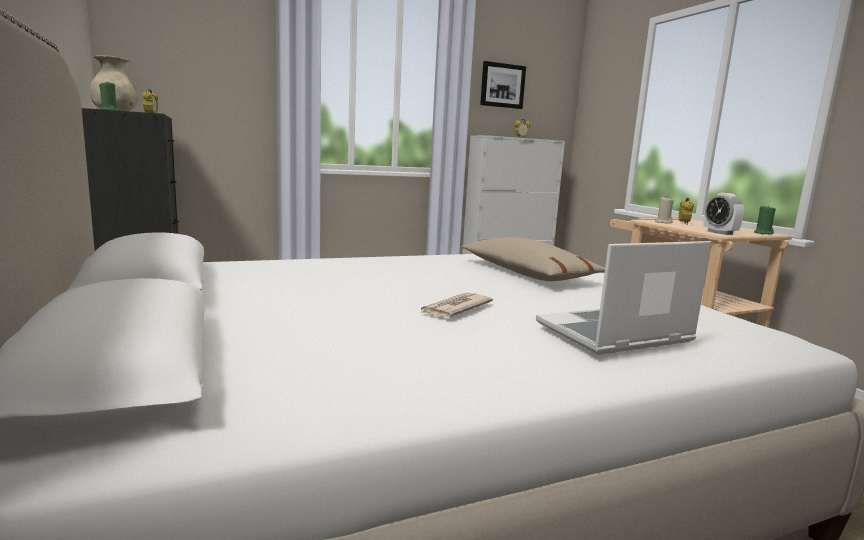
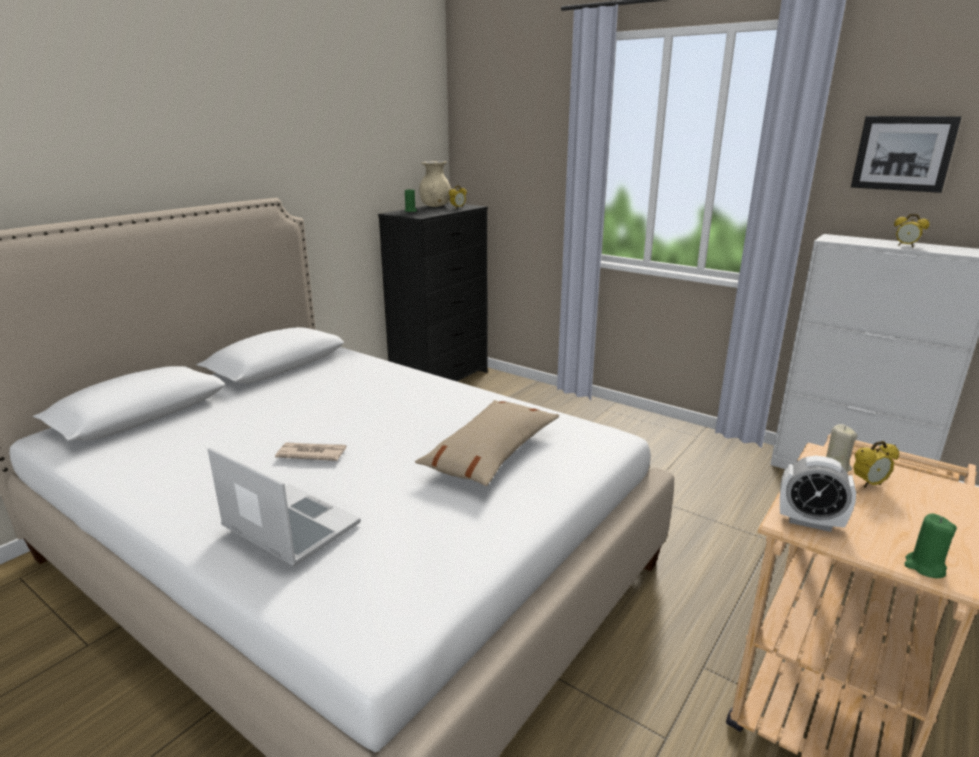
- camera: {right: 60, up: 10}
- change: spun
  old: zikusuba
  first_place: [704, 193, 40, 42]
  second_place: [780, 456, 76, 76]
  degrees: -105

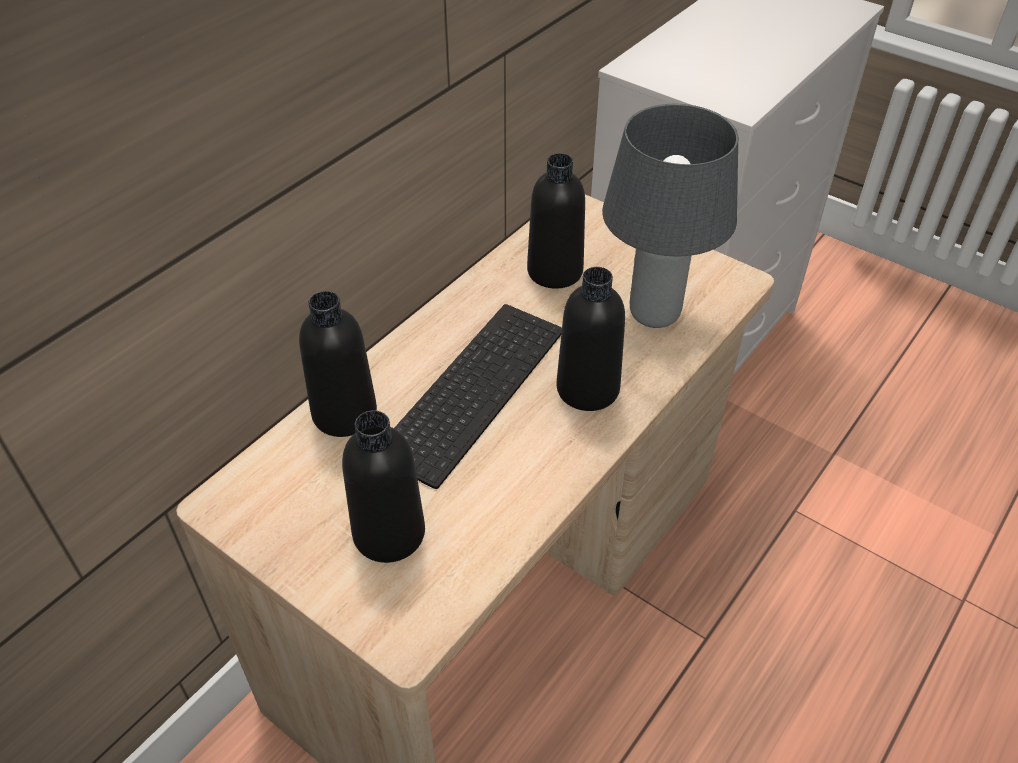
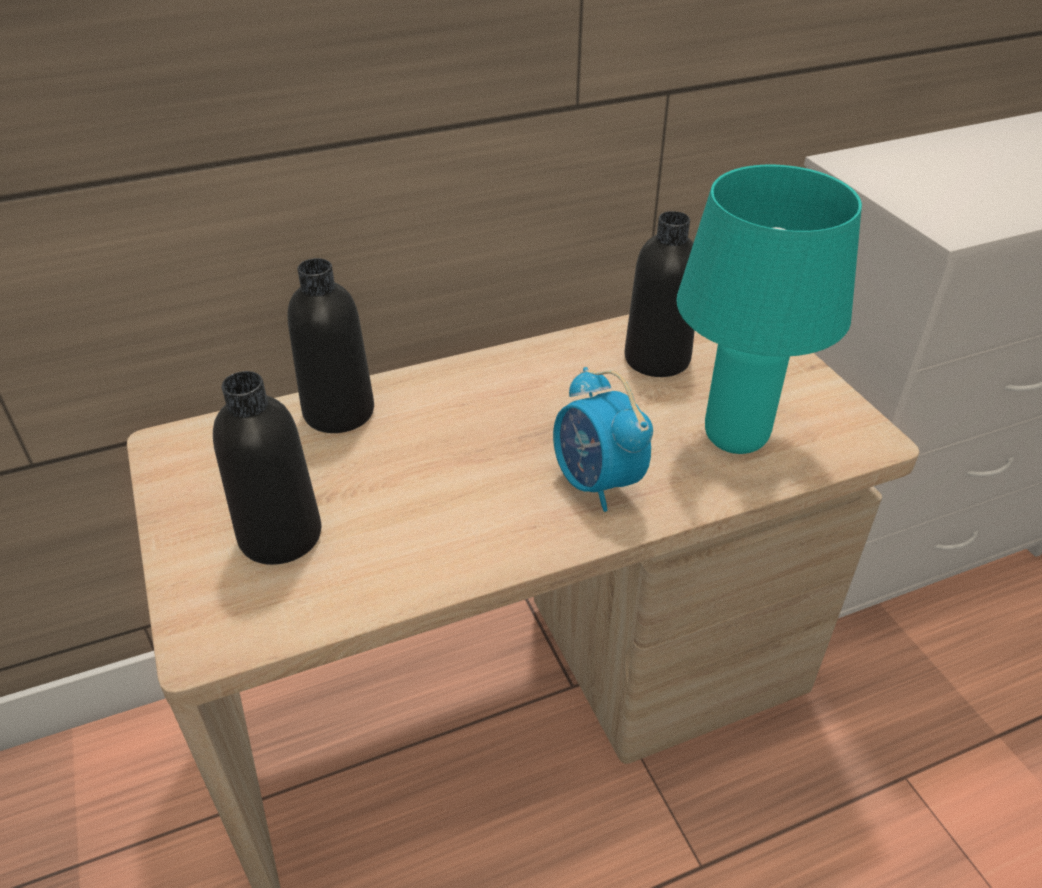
- camera: {right: 30, up: -5}
- change: colour
  old: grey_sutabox
  new: turquoise_sutabox
  first_place: [602, 104, 136, 224]
  second_place: [676, 165, 186, 289]
- change: exchanged
  old: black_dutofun
  new: zikusuba
  first_place: [556, 267, 69, 144]
  second_place: [553, 367, 100, 145]
- change: missing
  old: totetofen
  first_place: [394, 304, 168, 185]

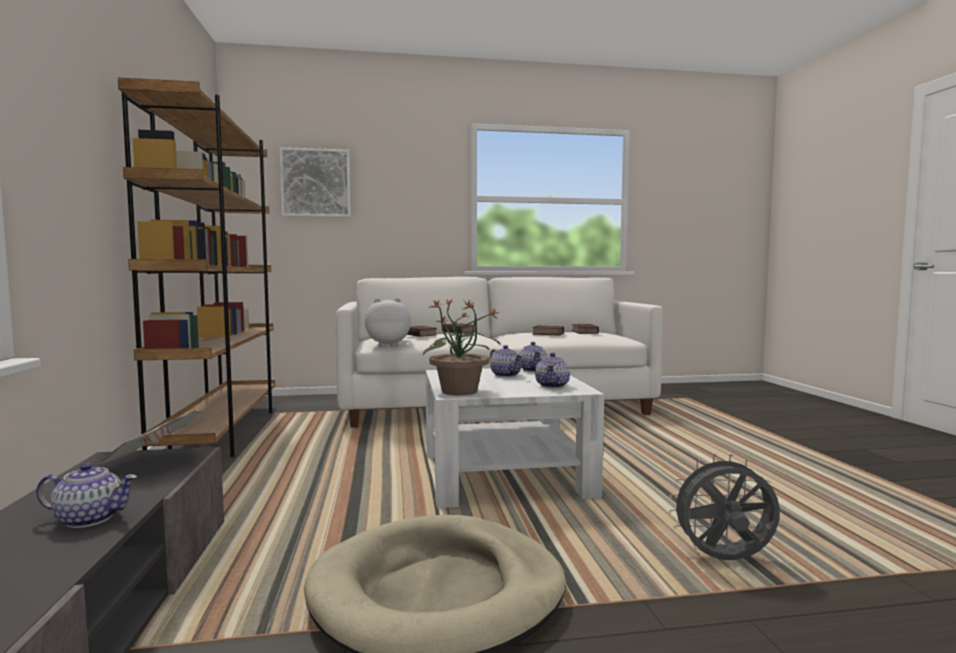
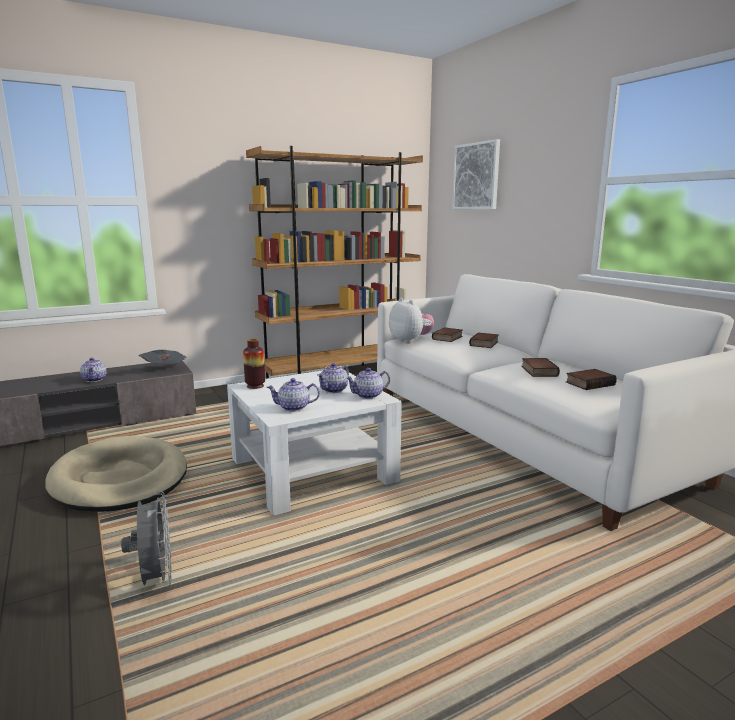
- camera: {right: 70, up: 10}
- change: exchanged
  old: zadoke
  new: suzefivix
  first_place: [423, 298, 77, 97]
  second_place: [243, 339, 22, 50]

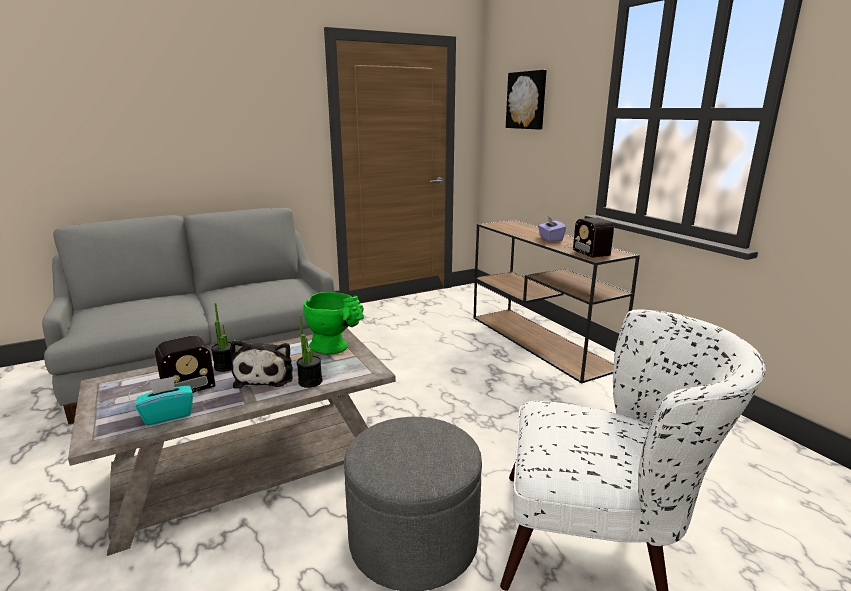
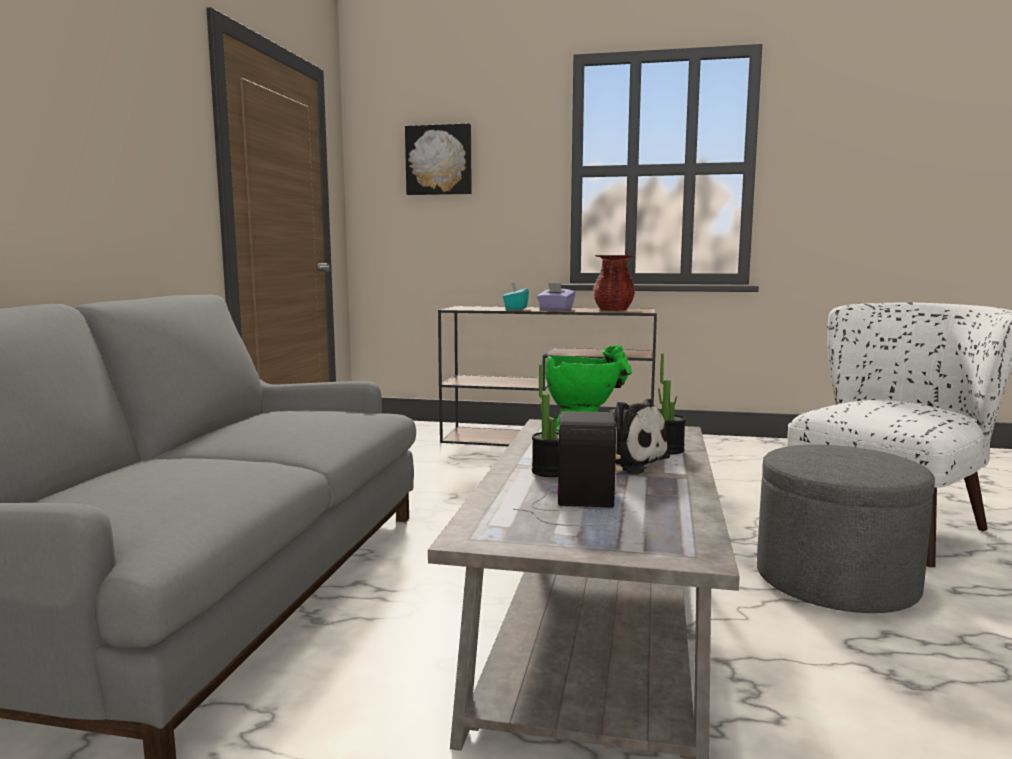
- camera: {right: -50, up: -10}
- change: exchanged
  old: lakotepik
  new: red_suzefivix
  first_place: [565, 218, 49, 40]
  second_place: [593, 255, 43, 56]
- change: relocated
  old: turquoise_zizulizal
  first_place: [136, 376, 57, 50]
  second_place: [503, 282, 26, 28]

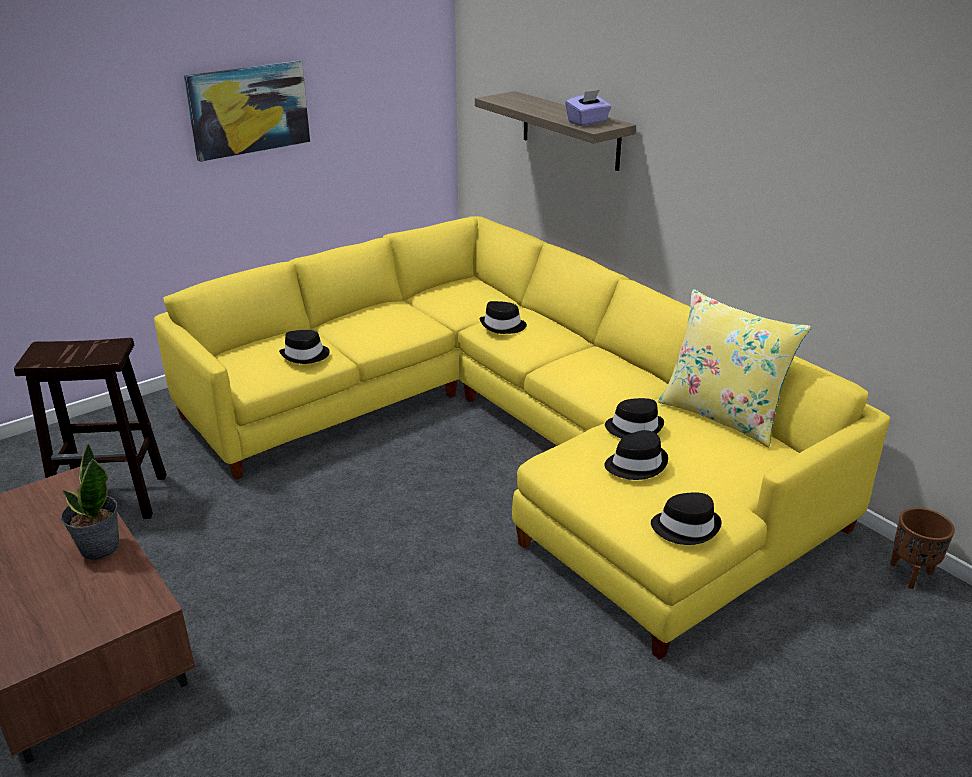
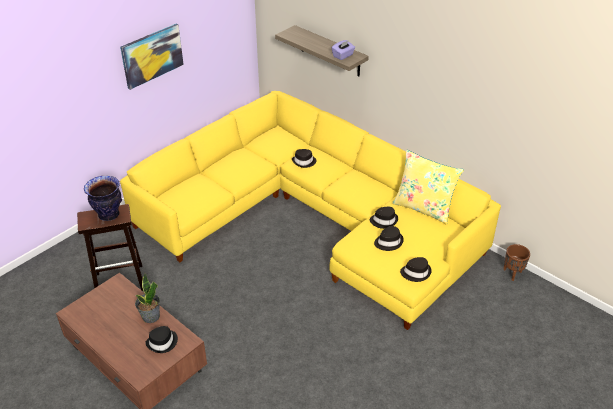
- camera: {right: -10, up: 10}
- change: relocated
  old: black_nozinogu
  first_place: [279, 330, 51, 34]
  second_place: [145, 326, 33, 27]
- change: appeared
  new: suzefivix
  second_place: [84, 176, 38, 45]

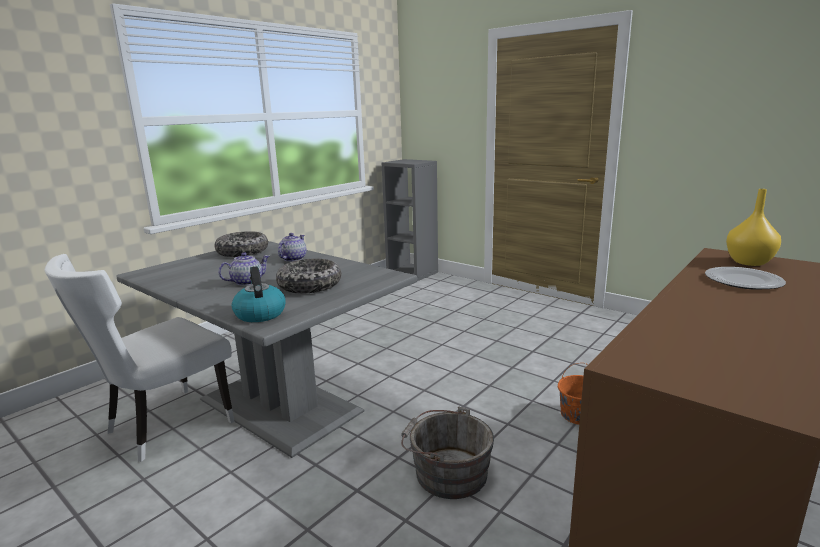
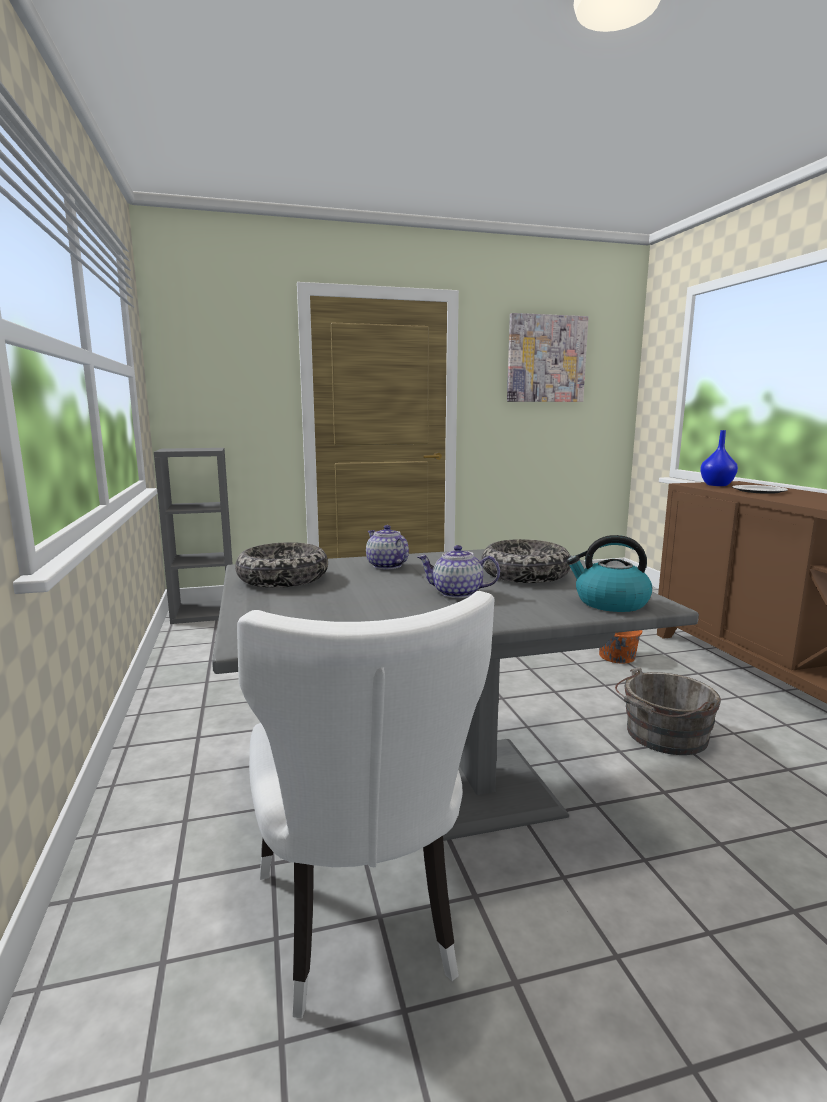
- camera: {right: -55, up: -5}
- change: colour
  old: yellow_suzefivix
  new: blue_suzefivix
  first_place: [726, 189, 55, 77]
  second_place: [700, 430, 38, 56]
- change: spun
  old: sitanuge
  first_place: [218, 252, 52, 34]
  second_place: [417, 545, 83, 53]
  degrees: -75
- change: appeared
  new: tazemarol
  second_place: [507, 313, 81, 89]

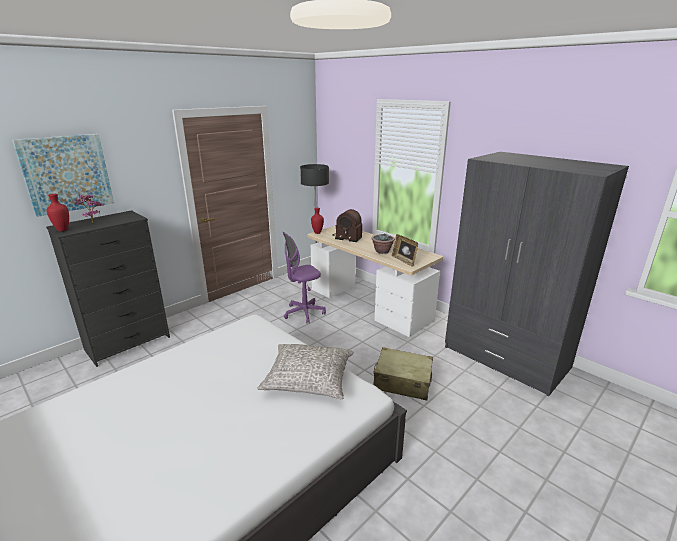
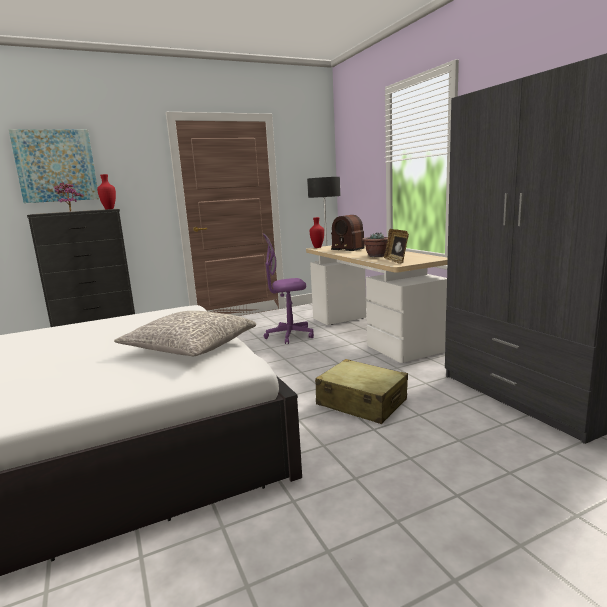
- camera: {right: 20, up: -10}
- change: relocated
  old: red_suzefivix
  first_place: [46, 194, 23, 37]
  second_place: [97, 174, 19, 35]

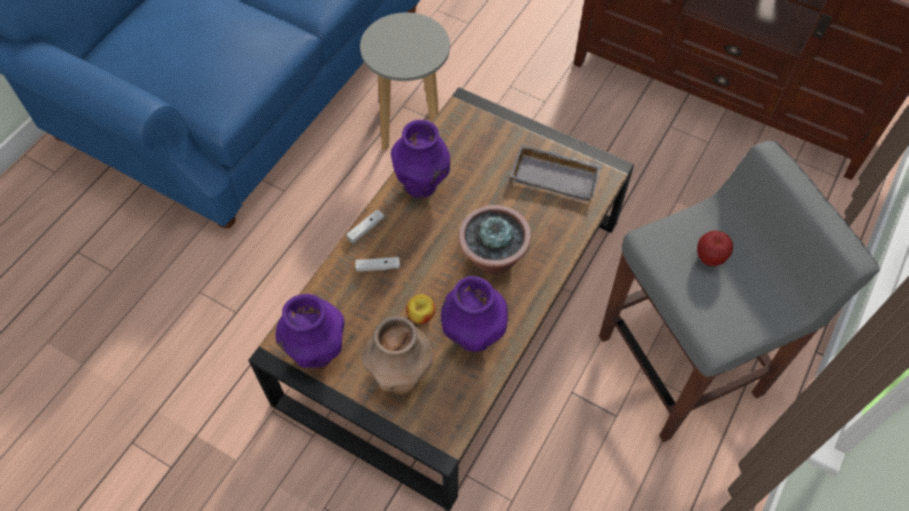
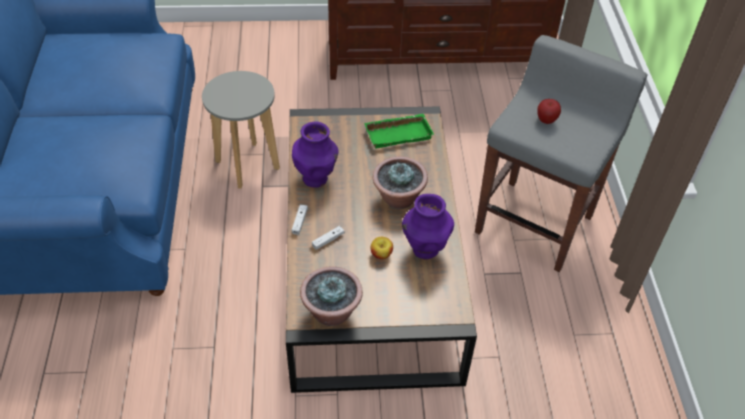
- camera: {right: -35, up: -10}
- change: colour
  old: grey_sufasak
  new: green_sufasak
  first_place: [510, 144, 92, 57]
  second_place: [364, 114, 70, 35]
- change: exchanged
  old: purple_suzefivix
  new: zadoke
  first_place: [275, 294, 70, 74]
  second_place: [300, 266, 63, 60]
- change: missing
  old: brown_suzefivix
  first_place: [362, 316, 70, 79]

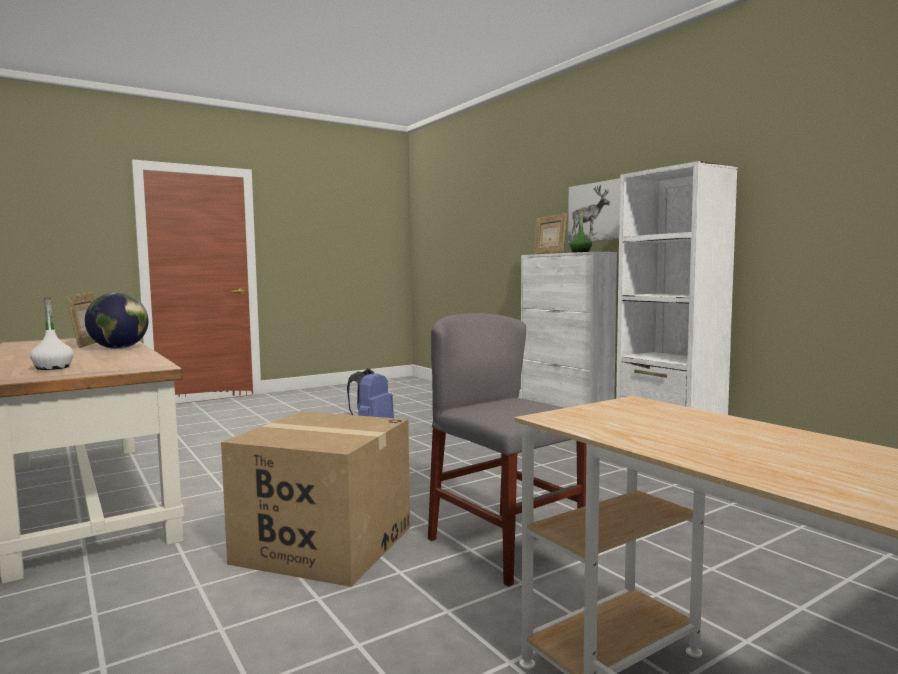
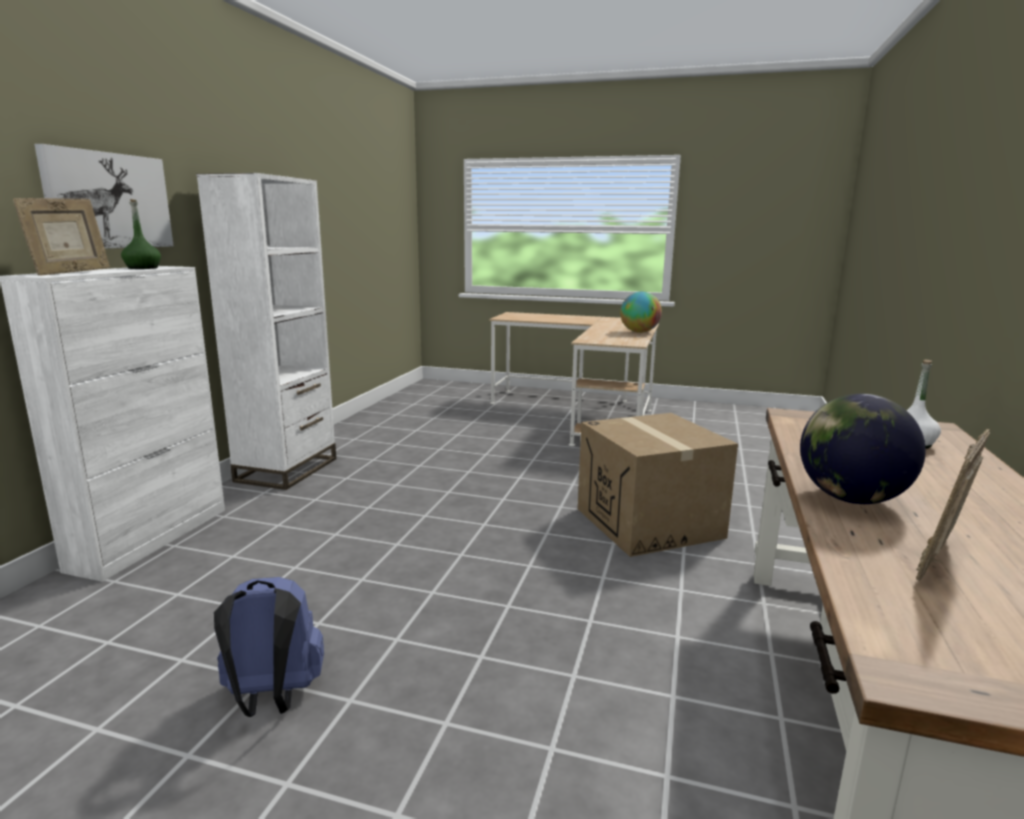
- camera: {right: -130, up: 10}
- change: missing
  old: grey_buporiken
  first_place: [428, 313, 159, 274]
- change: appeared
  new: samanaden
  second_place: [620, 291, 42, 42]

